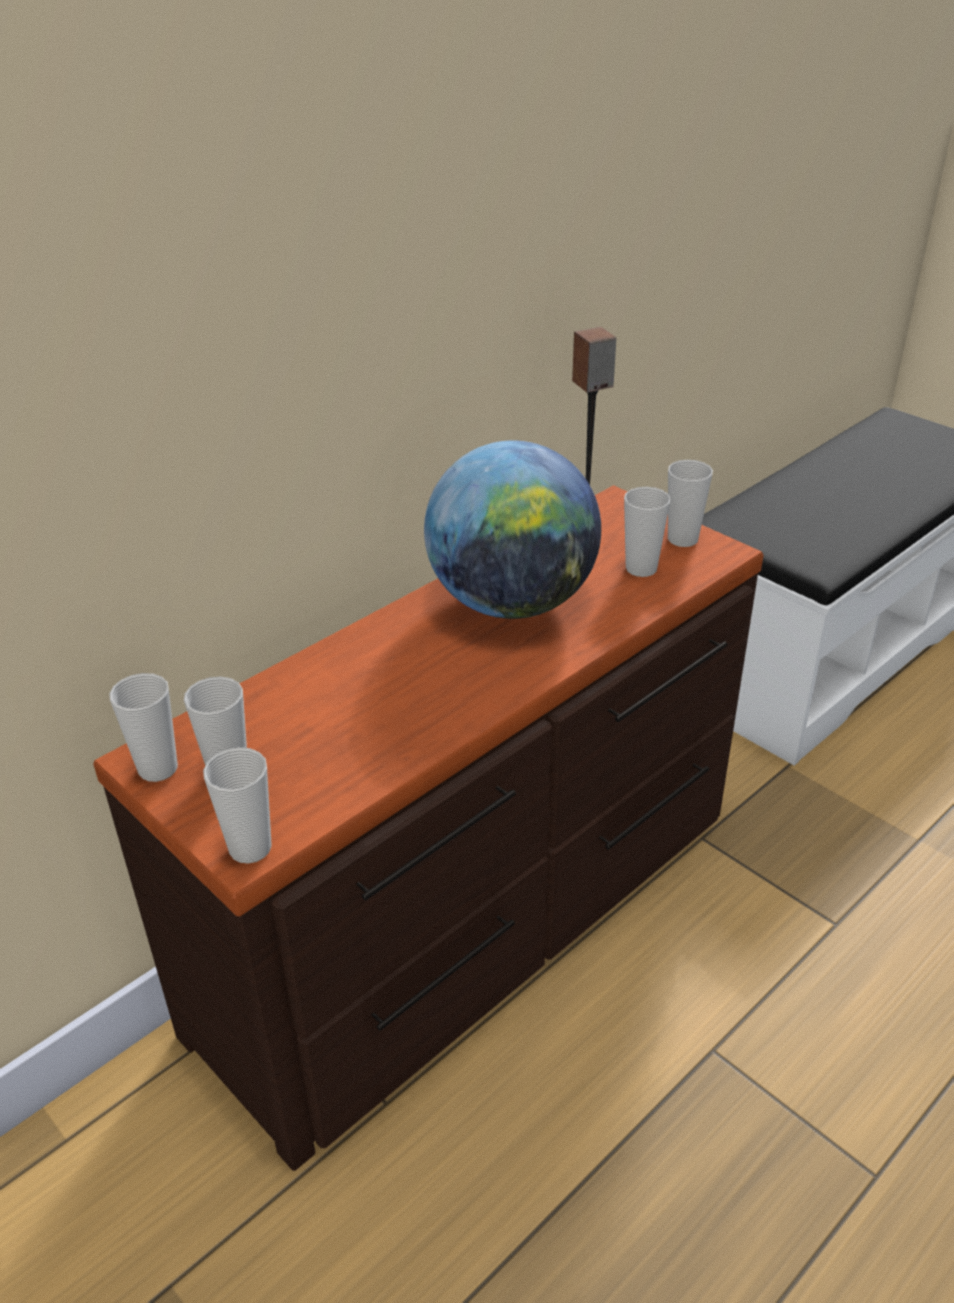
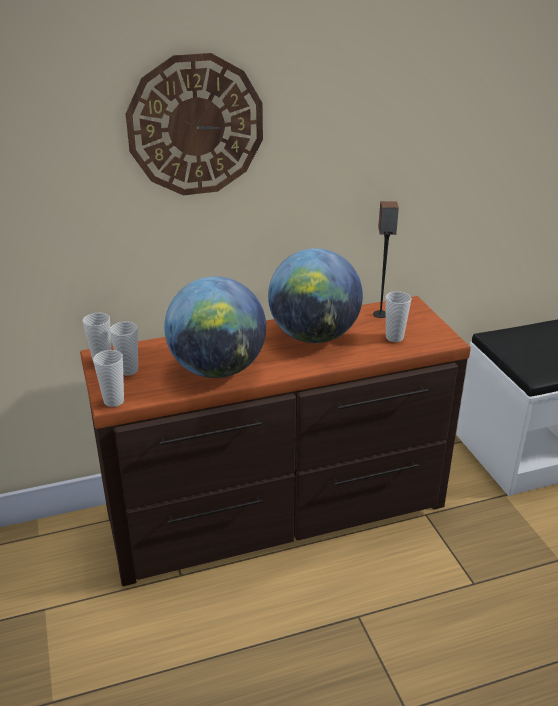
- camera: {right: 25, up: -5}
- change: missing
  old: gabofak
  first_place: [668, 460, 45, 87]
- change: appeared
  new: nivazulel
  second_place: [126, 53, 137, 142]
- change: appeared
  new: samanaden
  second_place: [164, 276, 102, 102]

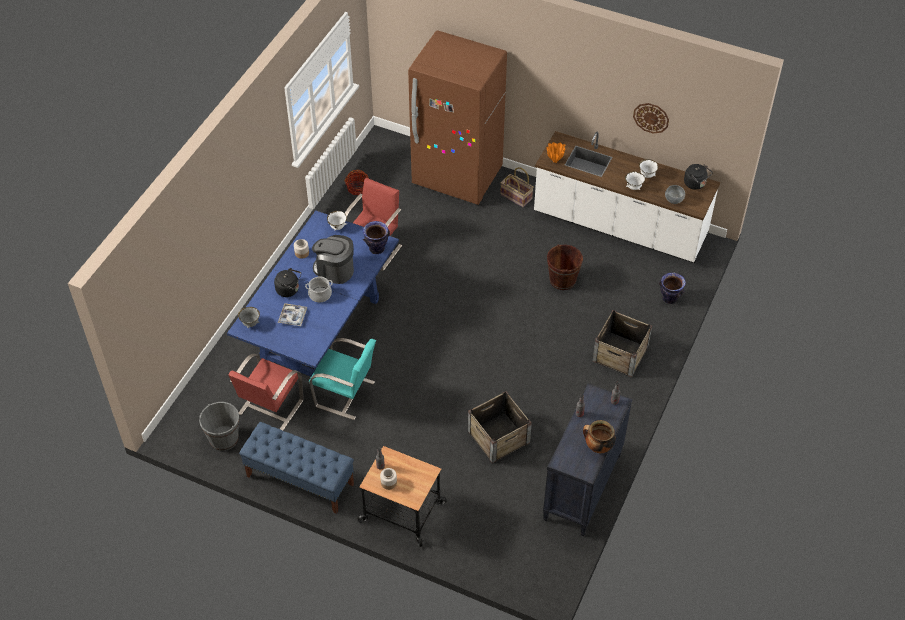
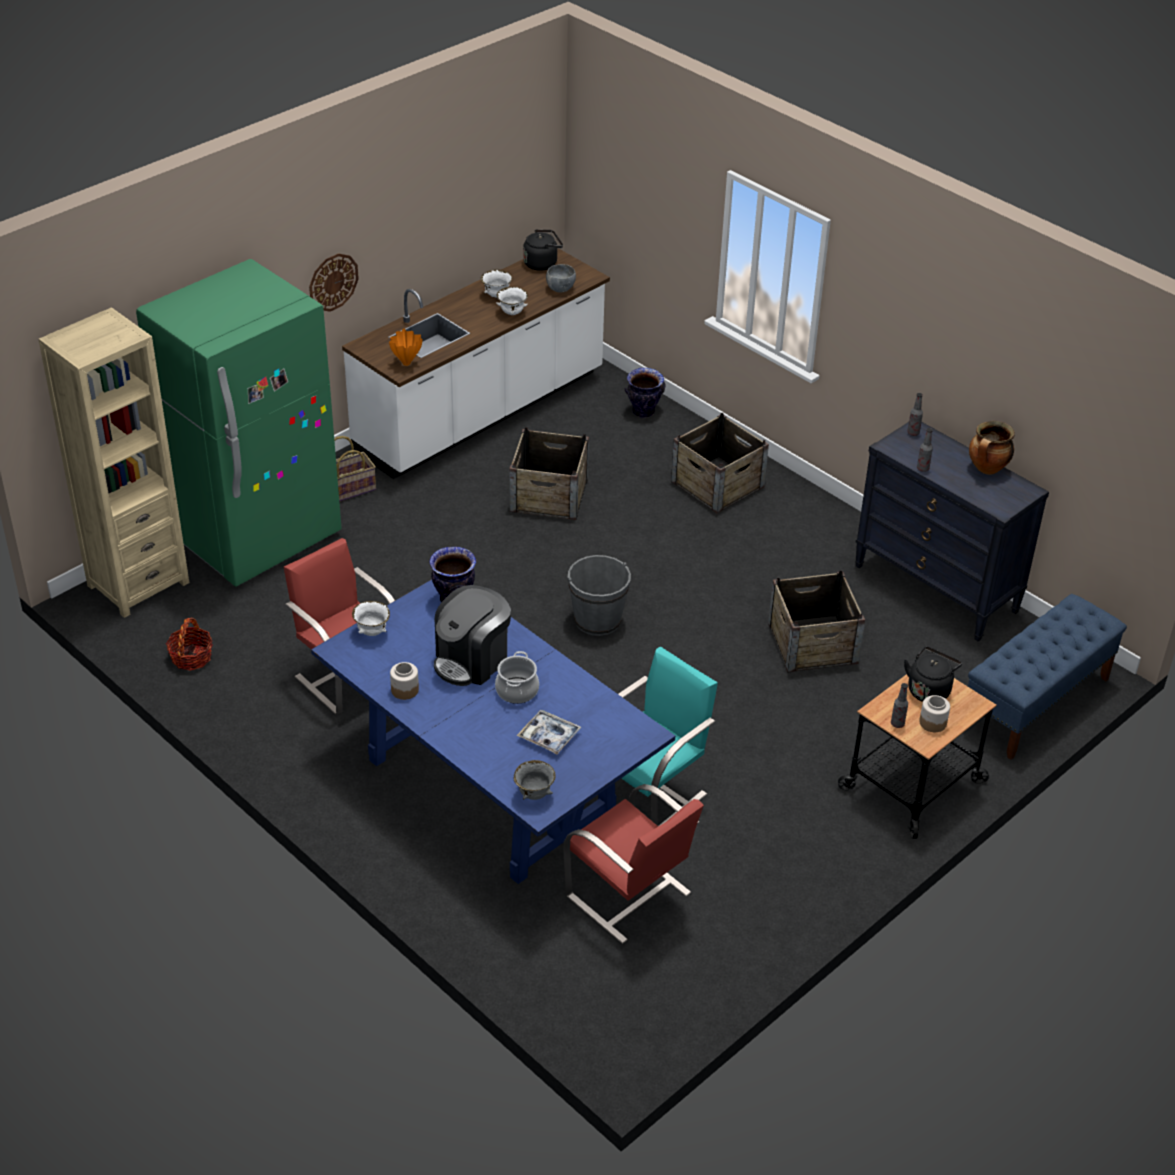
- camera: {right: -70, up: -10}
- change: colour
  old: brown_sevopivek
  new: green_sevopivek
  first_place: [408, 30, 99, 175]
  second_place: [136, 259, 206, 328]
- change: relocated
  old: nivazulel
  first_place: [633, 103, 36, 31]
  second_place: [309, 253, 50, 59]
- change: exchanged
  old: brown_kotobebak
  new: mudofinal
  first_place: [547, 244, 36, 46]
  second_place: [510, 427, 79, 93]
- change: relocated
  old: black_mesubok
  first_place: [274, 268, 27, 29]
  second_place: [904, 647, 58, 55]
- change: relocated
  old: grey_kotobebak
  first_place: [199, 402, 40, 49]
  second_place: [568, 555, 63, 81]
- change: relocated
  old: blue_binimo
  first_place: [239, 422, 115, 92]
  second_place: [968, 594, 159, 166]
- change: appeared
  new: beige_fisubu
  second_place: [38, 307, 151, 311]

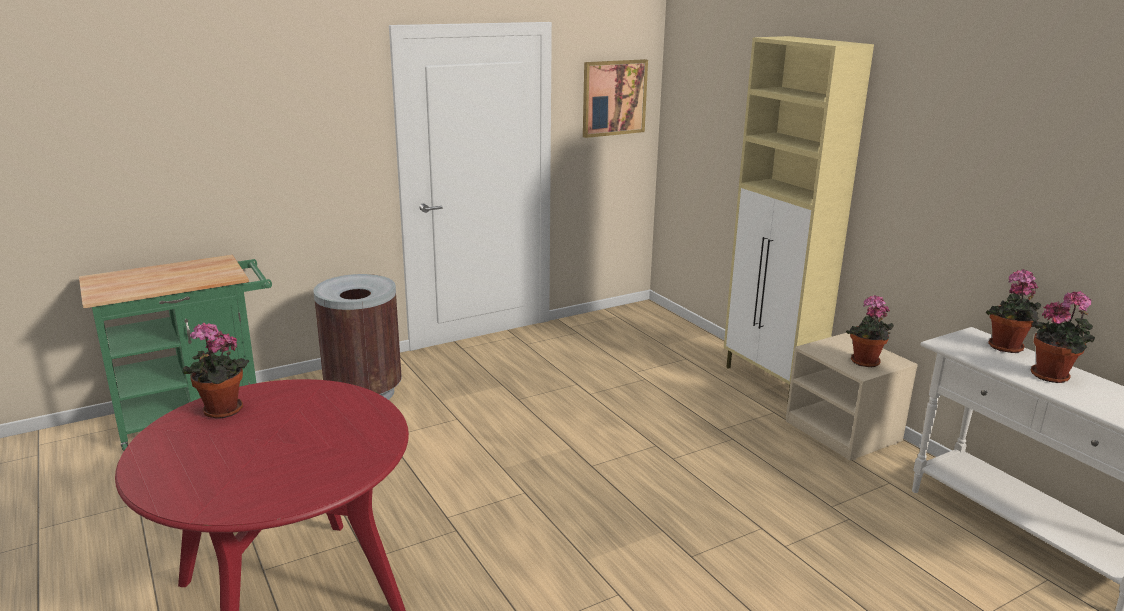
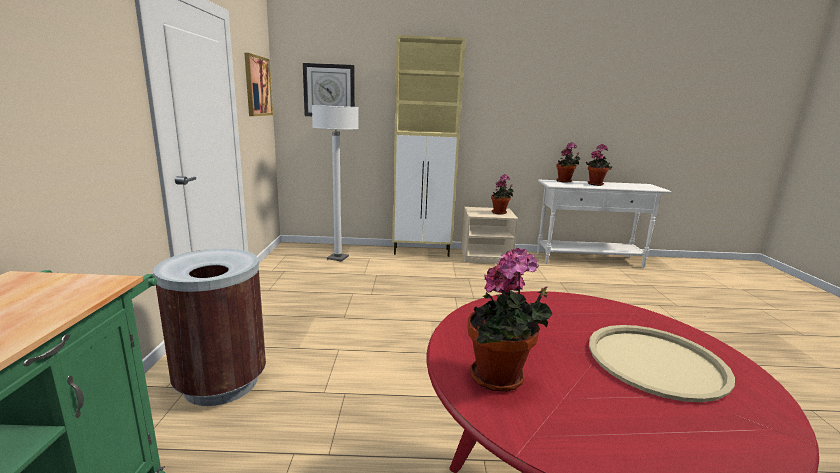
- camera: {right: -60, up: -5}
- change: appeared
  new: nivazulel
  second_place: [303, 63, 52, 53]
- change: appeared
  new: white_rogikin
  second_place: [312, 105, 47, 156]
- change: appeared
  new: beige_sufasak
  second_place: [589, 325, 146, 77]

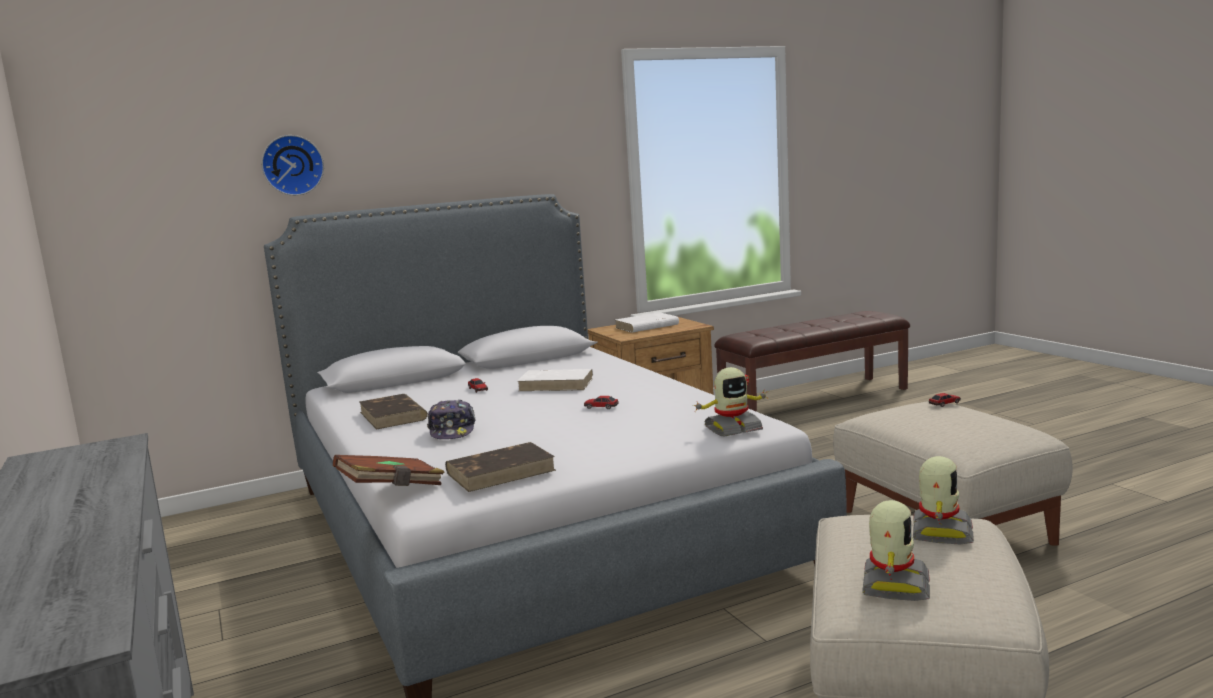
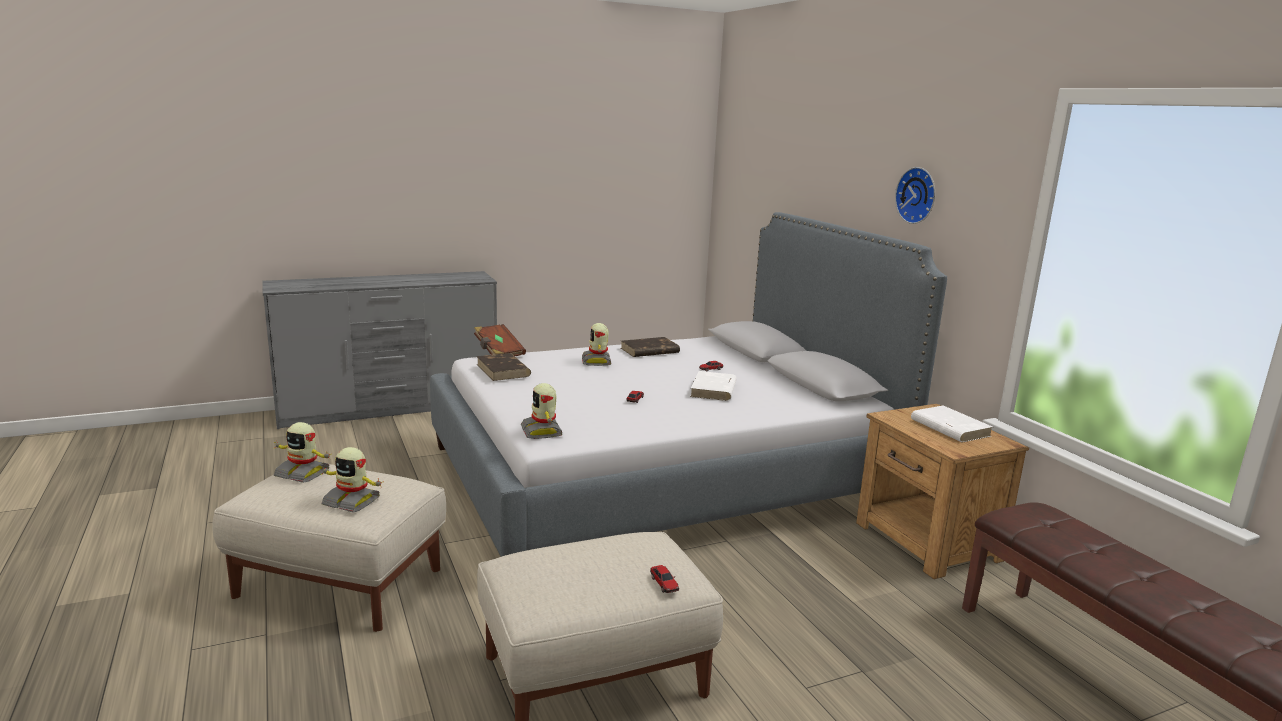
- camera: {right: 90, up: 5}
- change: relocated
  old: nivazulel
  first_place: [261, 135, 63, 61]
  second_place: [895, 167, 40, 57]
- change: exchanged
  old: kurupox
  new: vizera
  first_place: [427, 400, 49, 39]
  second_place: [582, 323, 29, 43]

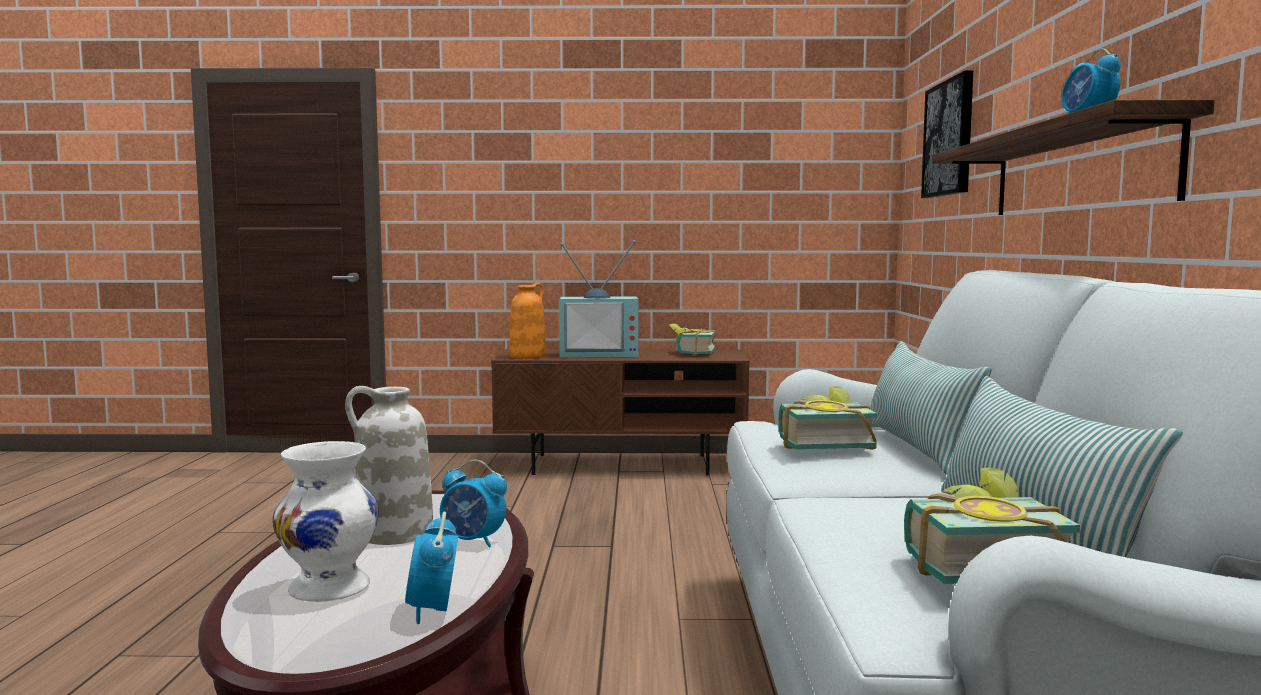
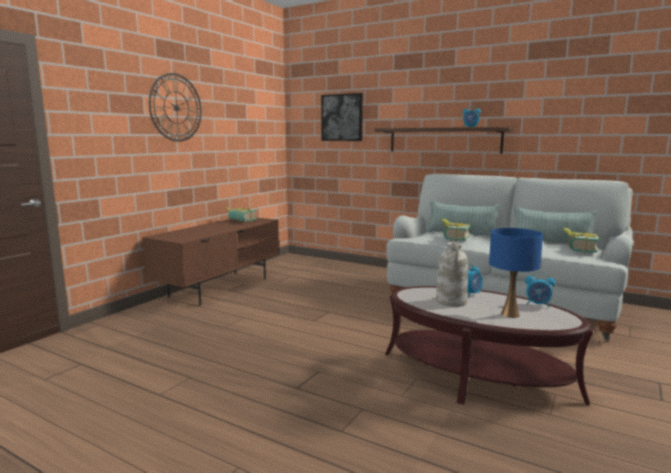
- camera: {right: -60, up: 5}
- change: missing
  old: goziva
  first_place: [559, 240, 80, 118]
- change: missing
  old: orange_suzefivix
  first_place: [510, 282, 36, 77]
- change: exchanged
  old: white_suzefivix
  new: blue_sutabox
  first_place: [273, 441, 106, 161]
  second_place: [489, 228, 54, 90]
- change: appeared
  new: nivazulel
  second_place: [149, 73, 53, 69]

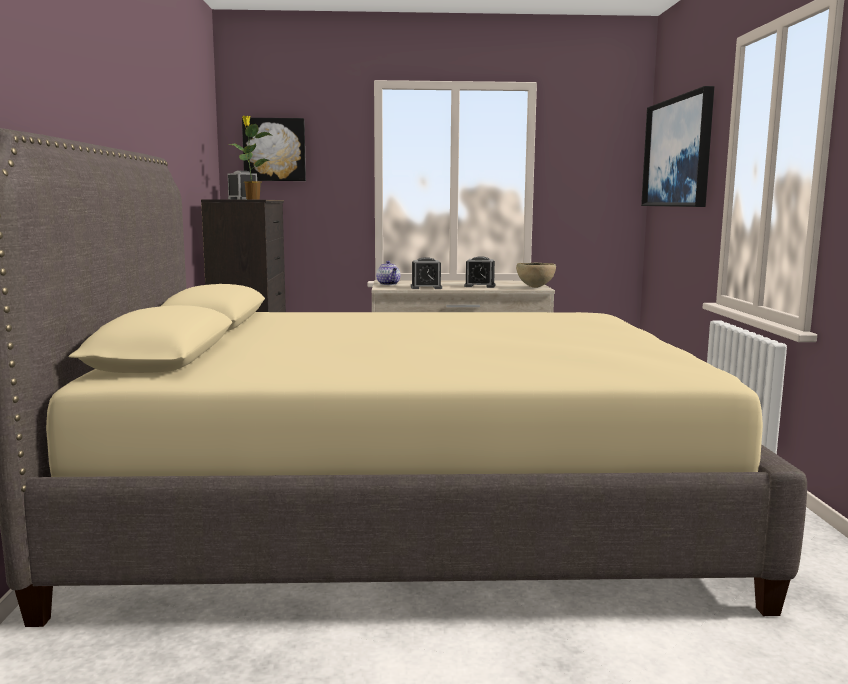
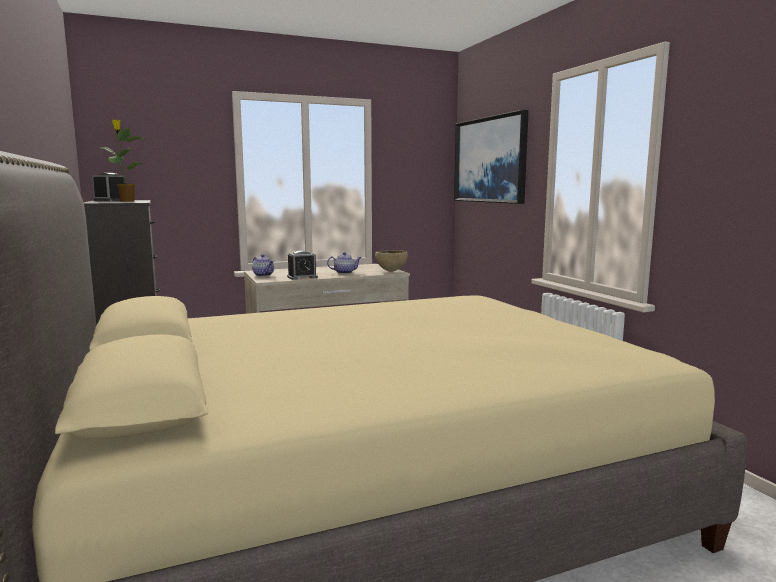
- camera: {right: -20, up: 0}
- change: missing
  old: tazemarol
  first_place: [242, 118, 64, 63]
- change: exchanged
  old: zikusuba
  new: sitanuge
  first_place: [464, 256, 31, 32]
  second_place: [327, 252, 35, 22]

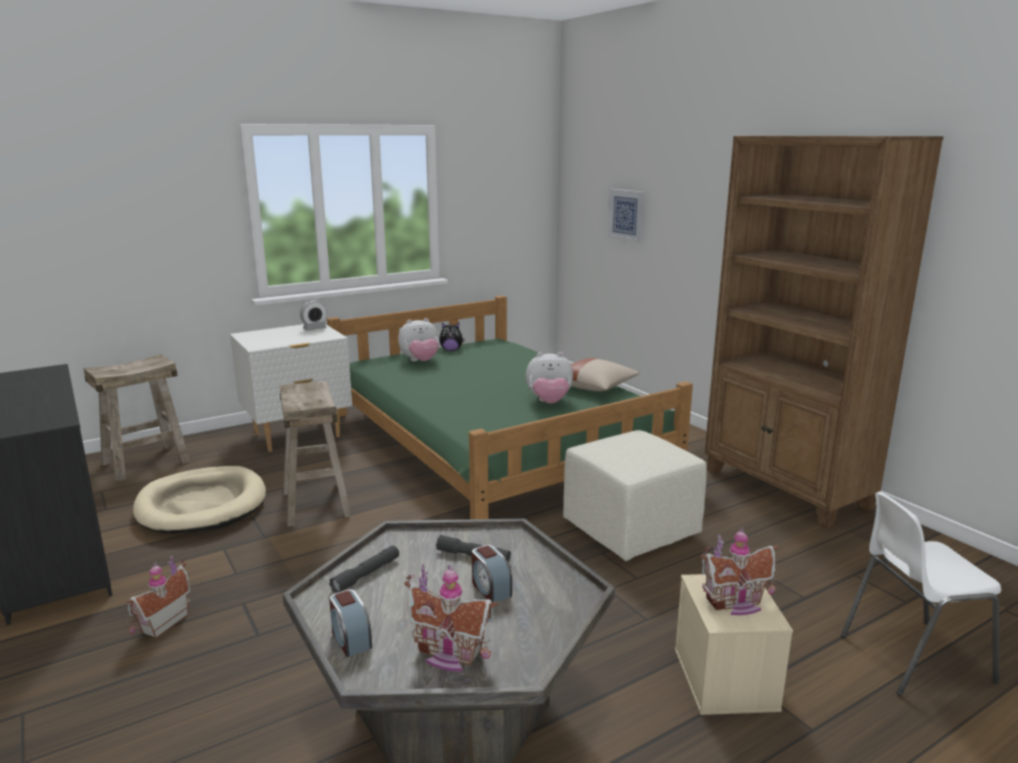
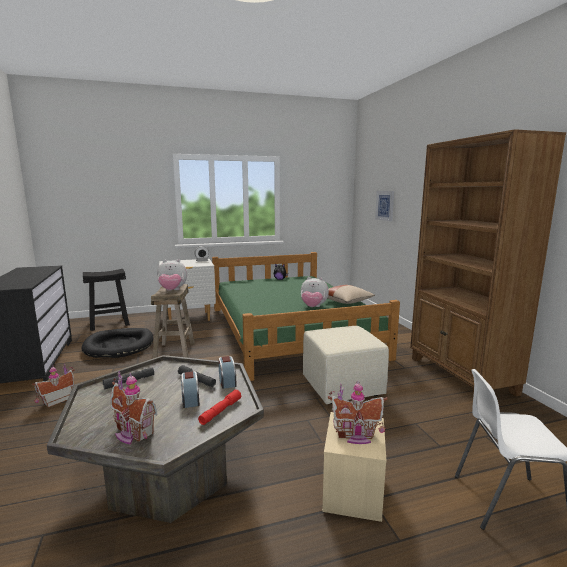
- camera: {right: 15, up: -5}
- change: relocated
  old: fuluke
  first_place: [398, 318, 41, 43]
  second_place: [157, 259, 30, 32]
- change: colour
  old: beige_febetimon
  new: black_febetimon
  first_place: [83, 354, 107, 128]
  second_place: [83, 269, 47, 62]
- change: colour
  old: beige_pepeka
  new: black_pepeka
  first_place: [133, 466, 133, 68]
  second_place: [81, 328, 73, 30]
- change: relocated
  old: zikusuba
  first_place: [329, 589, 43, 68]
  second_place: [219, 356, 18, 33]
- change: appeared
  new: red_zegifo
  second_place: [198, 390, 43, 35]

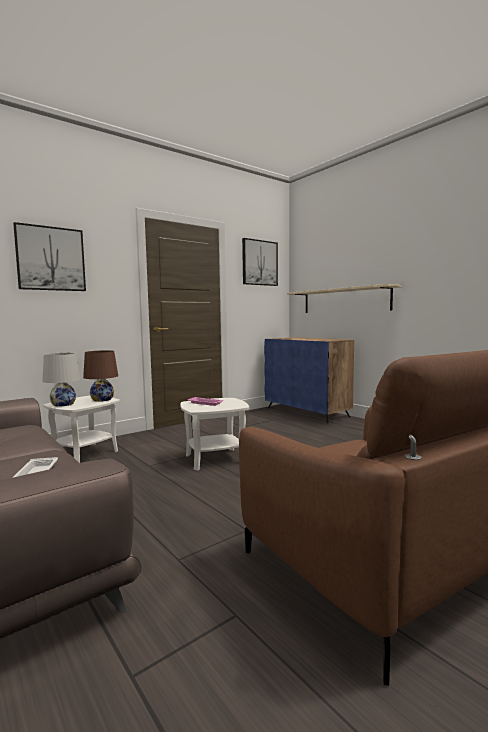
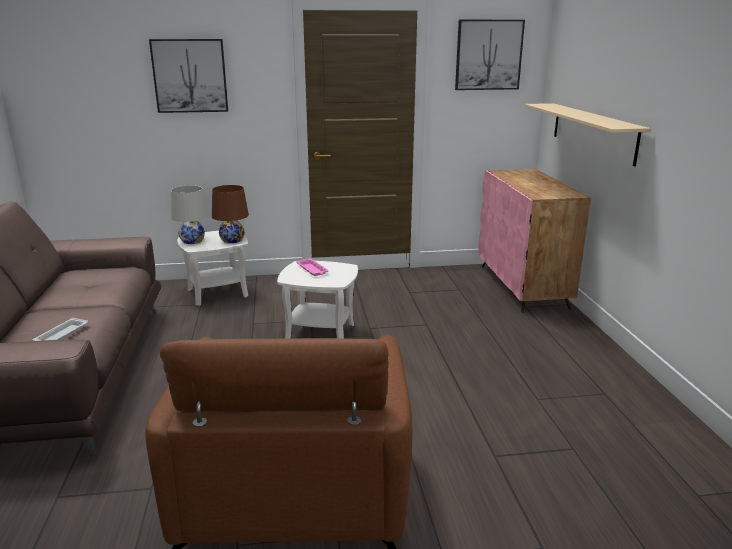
- camera: {right: 30, up: 15}
- change: colour
  old: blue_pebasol
  new: pink_pebasol
  first_place: [264, 337, 90, 86]
  second_place: [478, 169, 113, 144]

